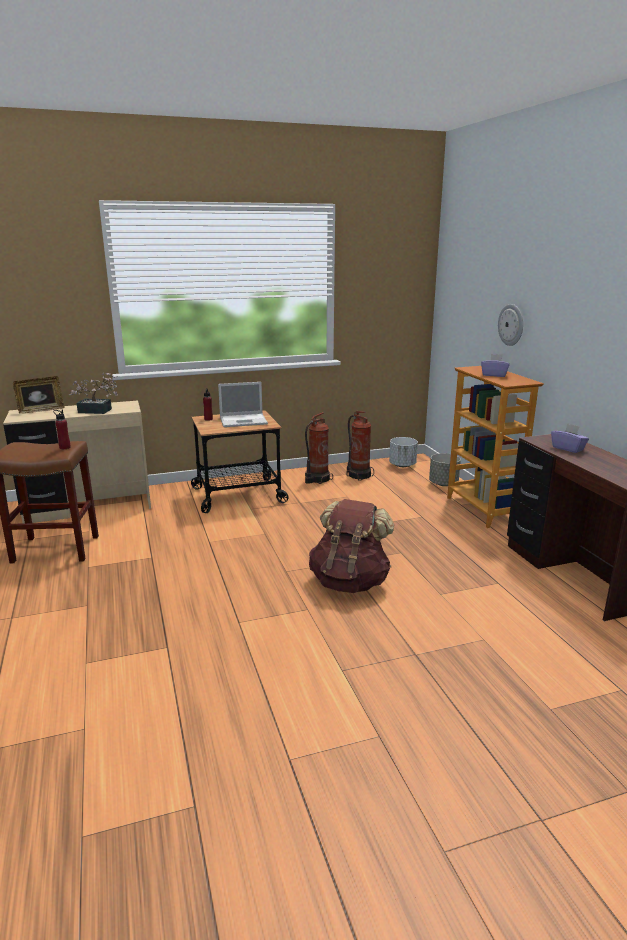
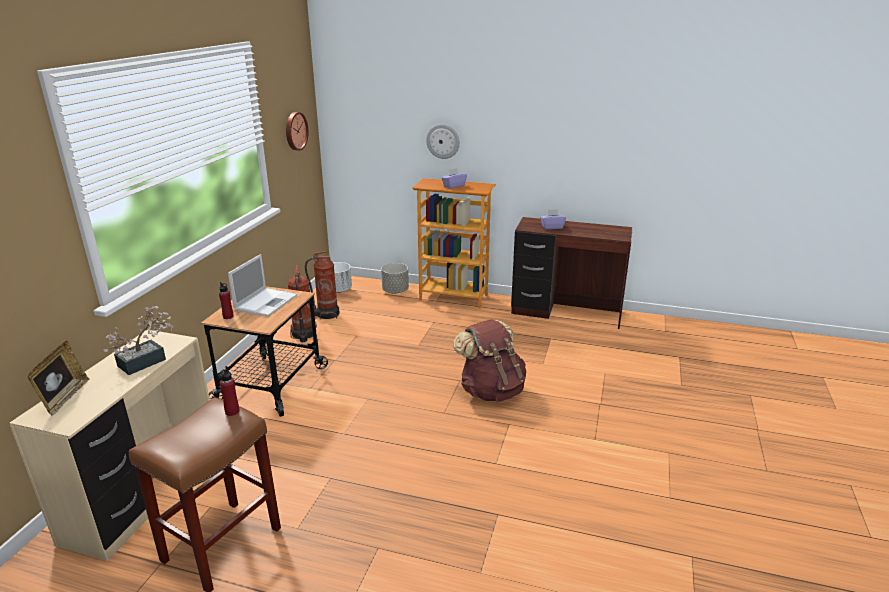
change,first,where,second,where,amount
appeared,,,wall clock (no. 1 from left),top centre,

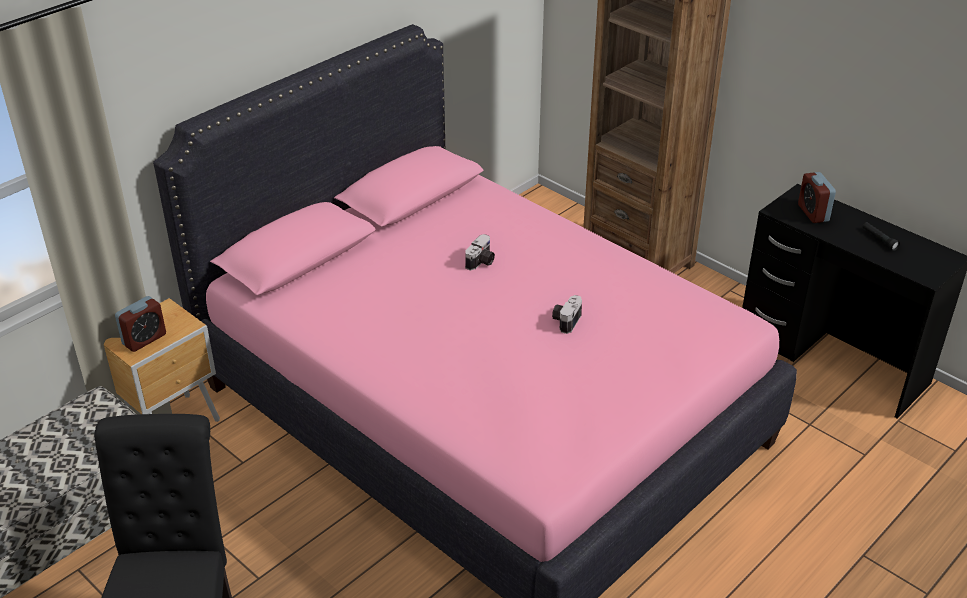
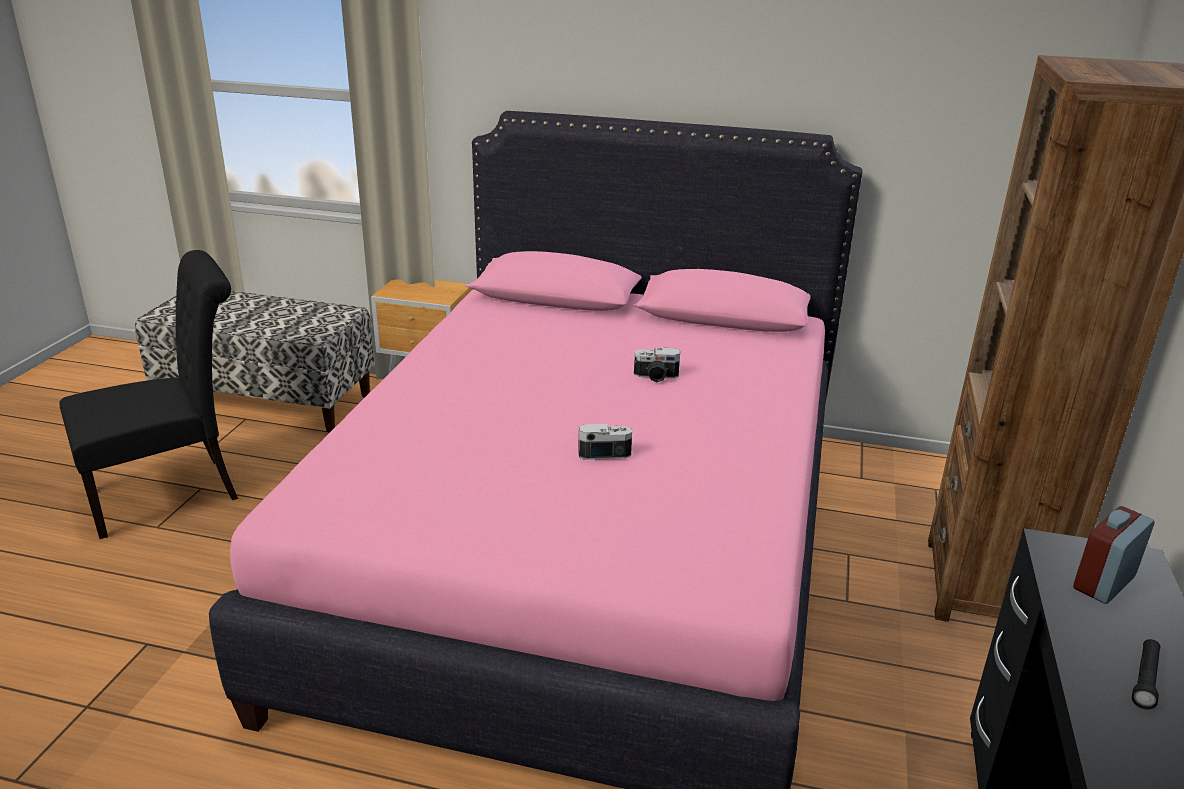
change,first,where,second,where,amount
missing,alarm clock (no. 1 from left),middle left,,,

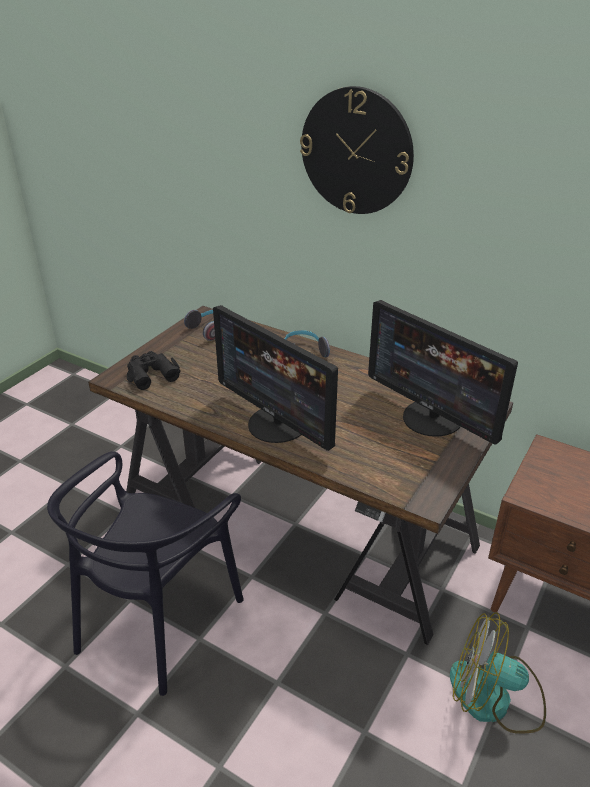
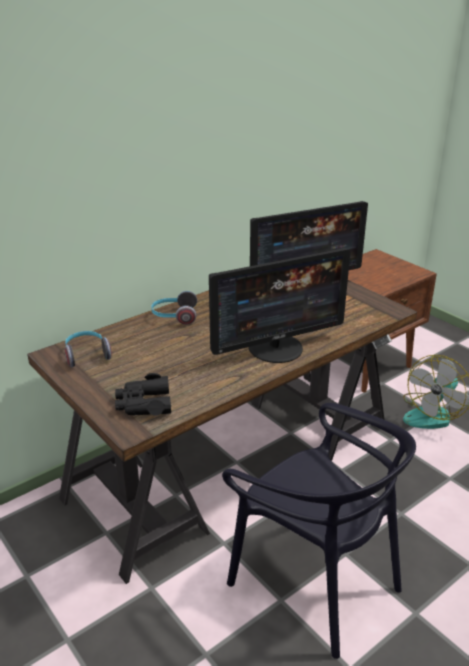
change,first,where,second,where,amount
missing,wall clock,top centre,,,

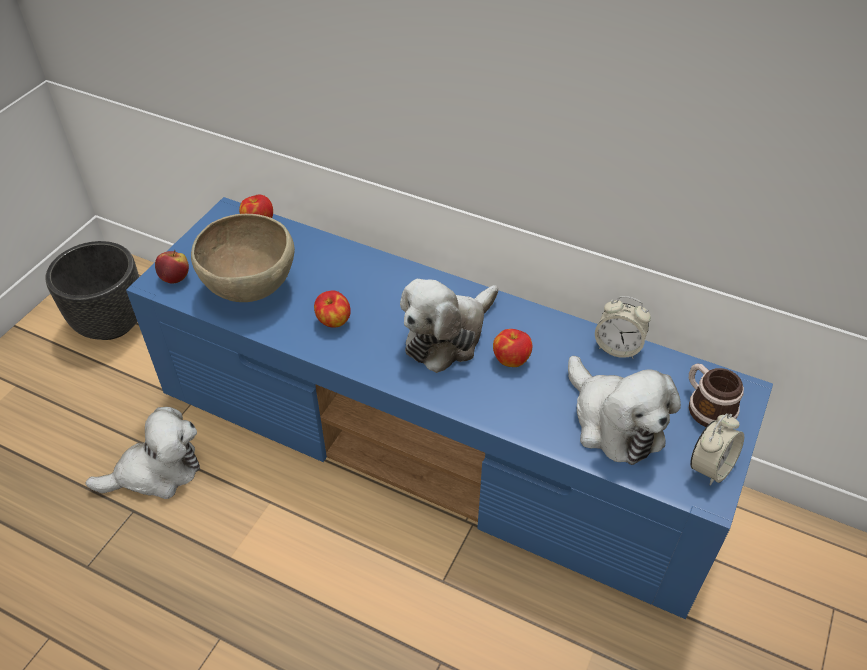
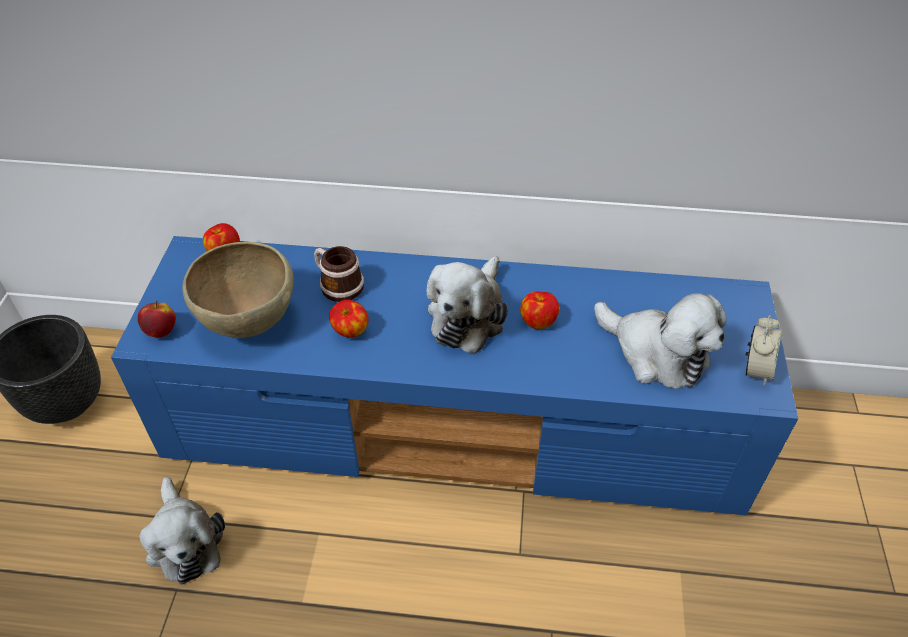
change,first,where,second,where,amount
missing,alarm clock (no. 1 from left),middle right,,,
relocated,mug,middle right,,centre,
spun,plush toy (no. 1 from left),bottom left,,bottom left,105 degrees clockwise

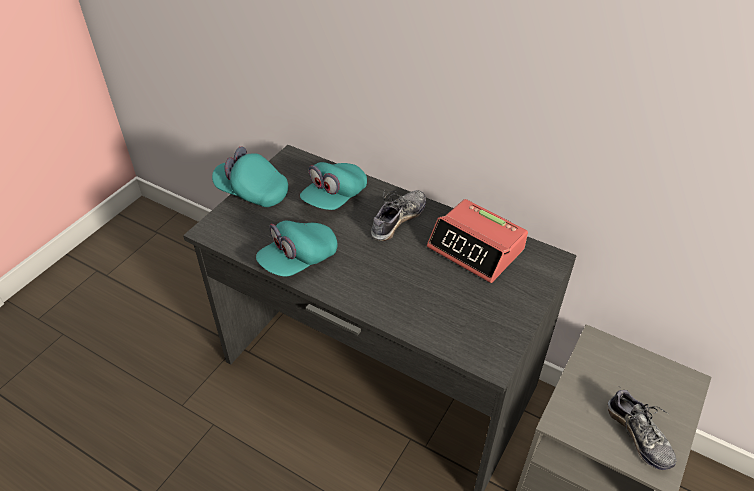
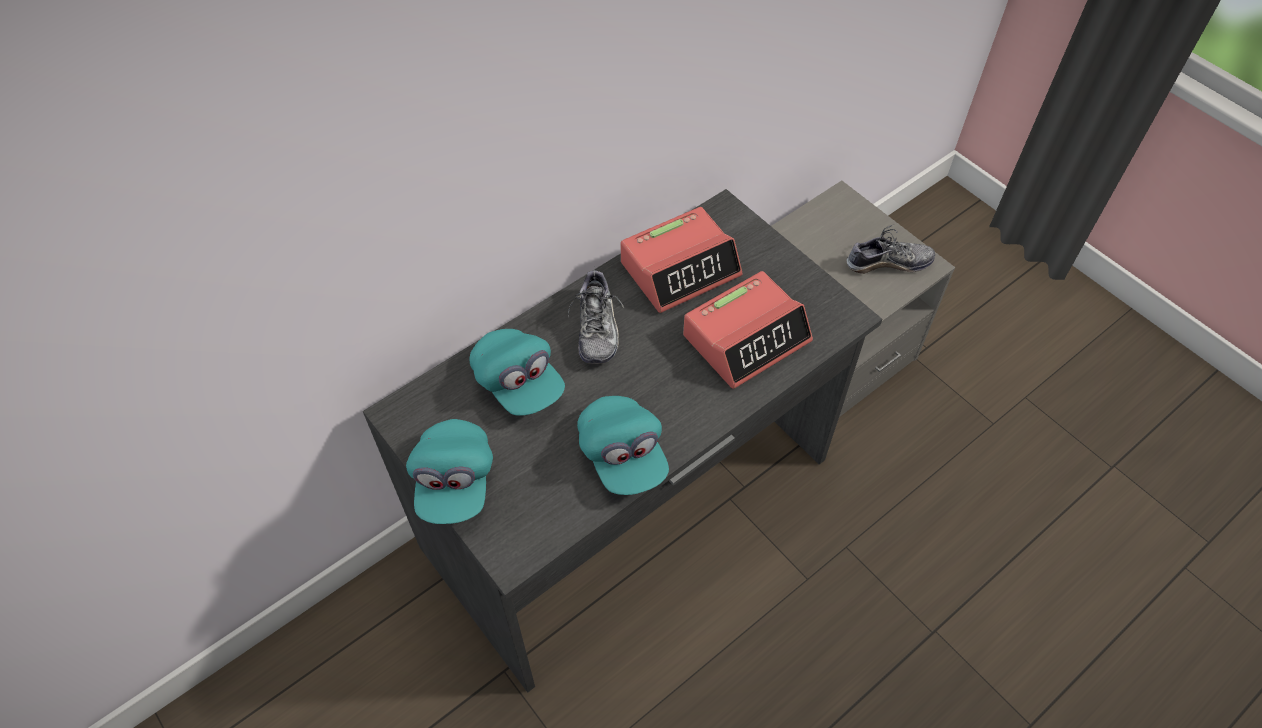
change,first,where,second,where,amount
appeared,,,alarm clock (no. 2 from left),centre,
spun,turquoise cap (no. 1 from left),middle left,,centre,45 degrees counterclockwise
spun,shoe (no. 1 from left),centre,,centre,150 degrees counterclockwise

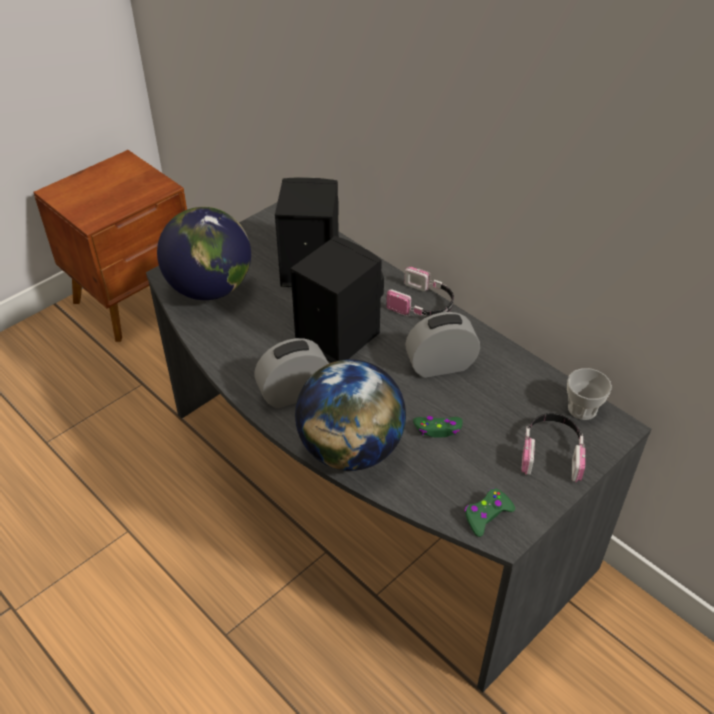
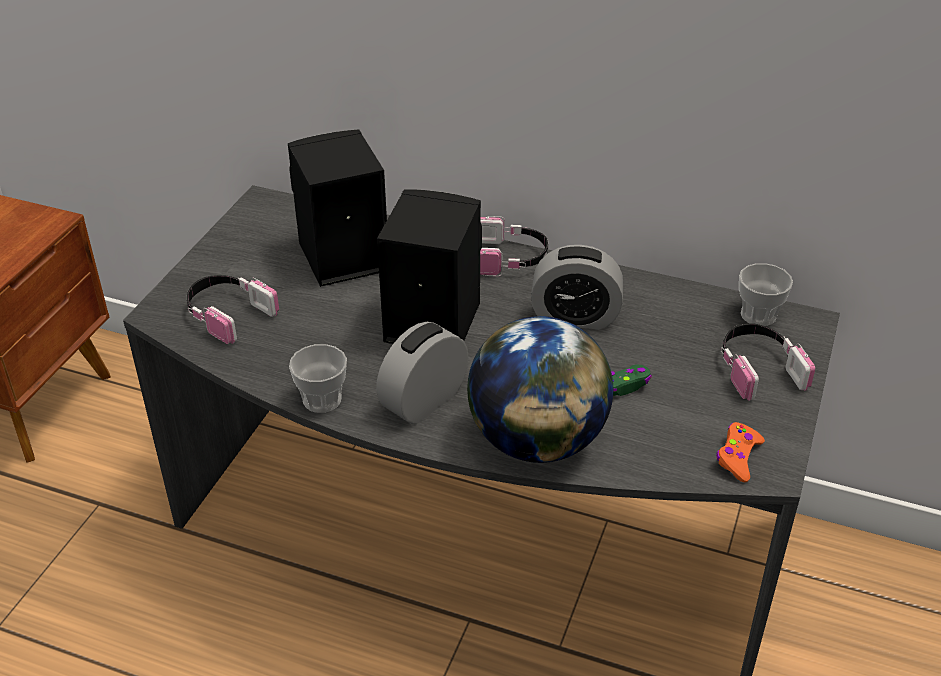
change,first,where,second,where,amount
appeared,,,cup (no. 1 from left),centre,
exchanged,globe (no. 1 from left),middle left,headphones (no. 1 from left),middle left,
colour,green game controller (no. 2 from left),bottom right,orange game controller,bottom right,
spun,alarm clock (no. 2 from left),centre,,centre,135 degrees counterclockwise

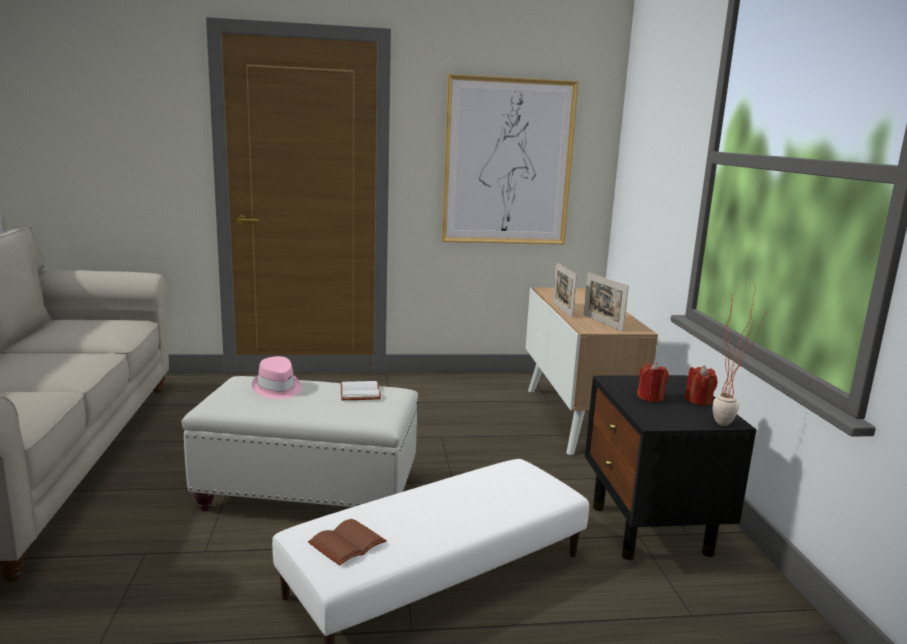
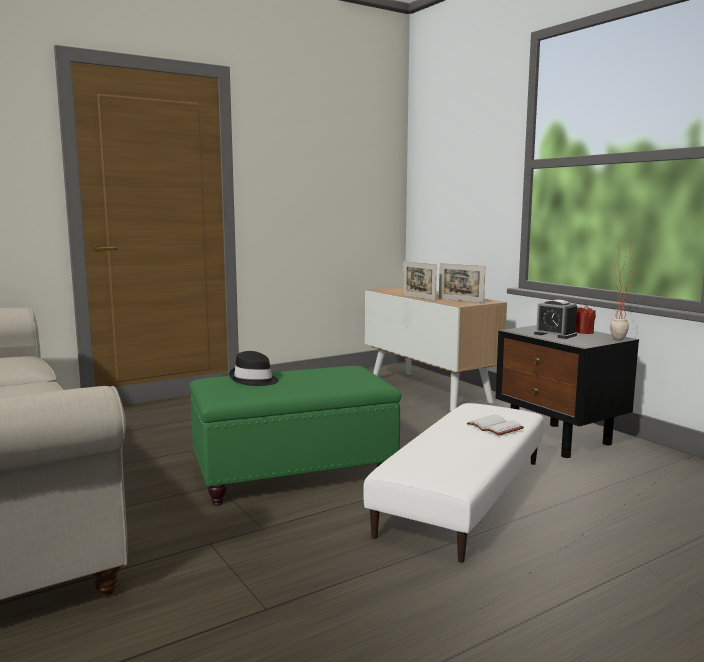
change,first,where,second,where,amount
missing,brown book,bottom centre,,,
missing,picture,top centre,,,
relocated,white book,centre,,middle right,
exchanged,red candle (no. 1 from left),middle right,alarm clock,middle right,
colour,white ottoman (no. 1 from left),bottom left,green ottoman,centre,
colour,pink hat,middle left,black hat,centre,

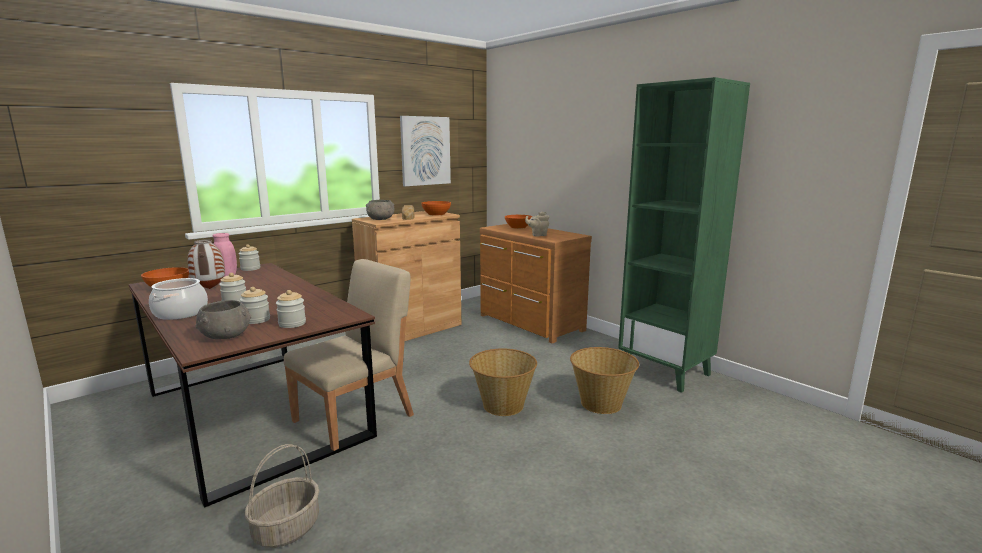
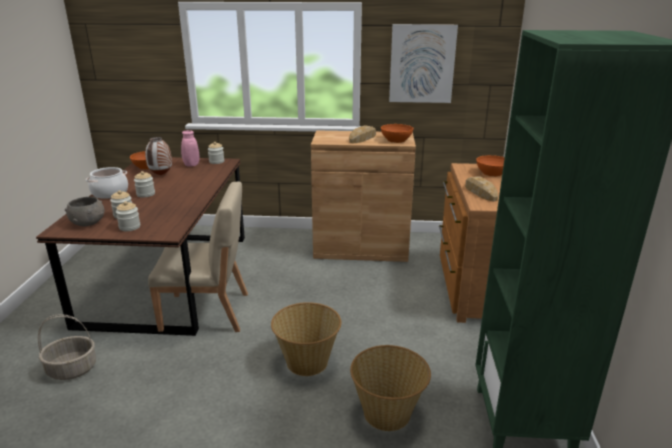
change,first,where,second,where,amount
missing,grey bowl (no. 2 from left),centre,,,
exchanged,beige teapot,centre,bread (no. 2 from left),middle right,

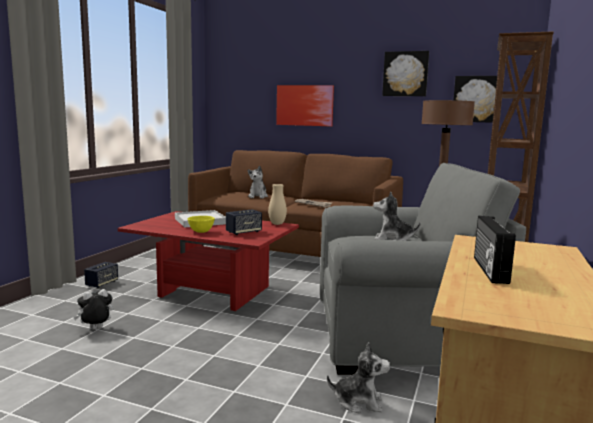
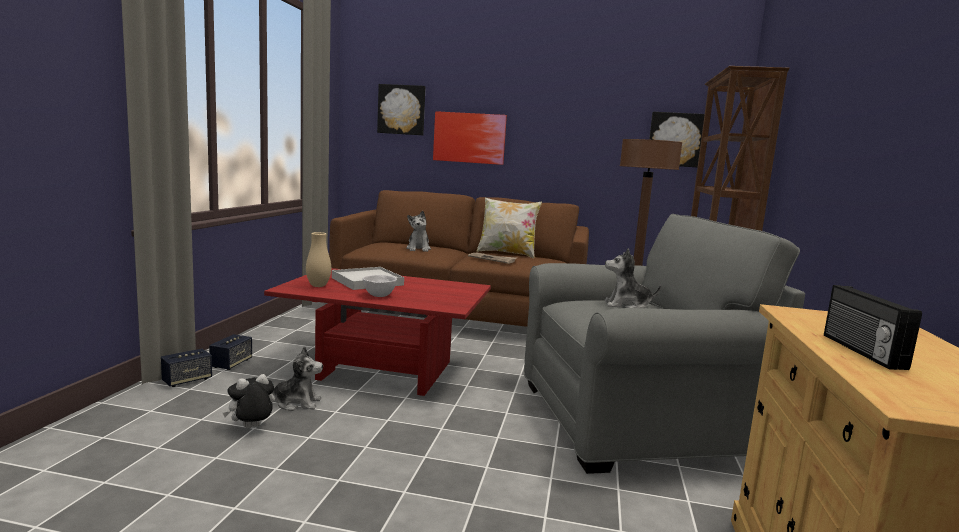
change,first,where,second,where,amount
appeared,,,pillow,centre,
relocated,speaker (no. 2 from left in the first image),centre,speaker (no. 1 from left),bottom left,
relocated,beige vase,centre,,middle left,
relocated,plush toy (no. 3 from left in the first image),bottom centre,plush toy (no. 2 from left),bottom left,
relocated,picture (no. 2 from left in the first image),top right,picture (no. 1 from left),top centre,
colour,yellow bowl,centre,white bowl,centre,

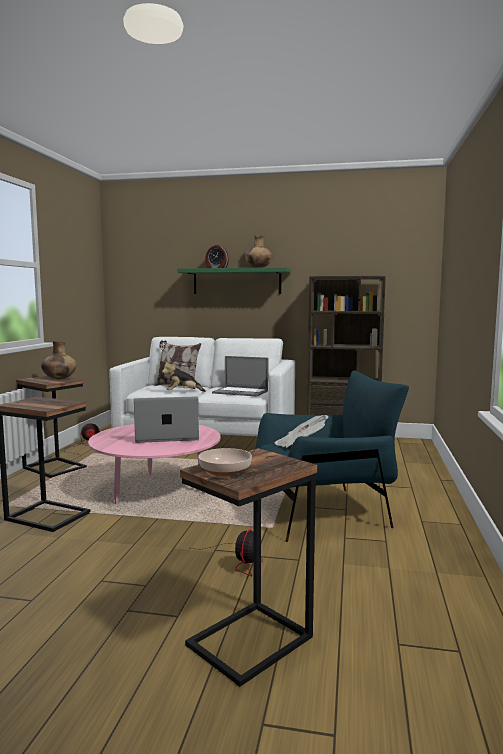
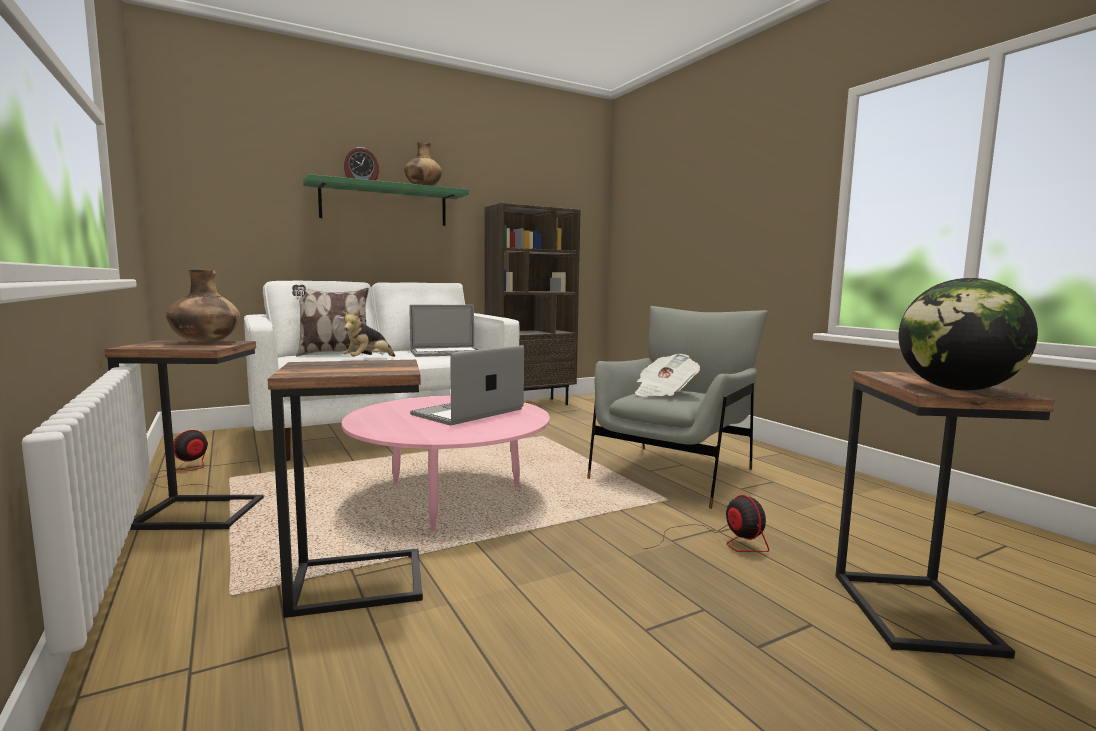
change,first,where,second,where,amount
exchanged,bowl,centre,globe,middle right,
colour,blue armchair,centre,grey armchair,centre,

